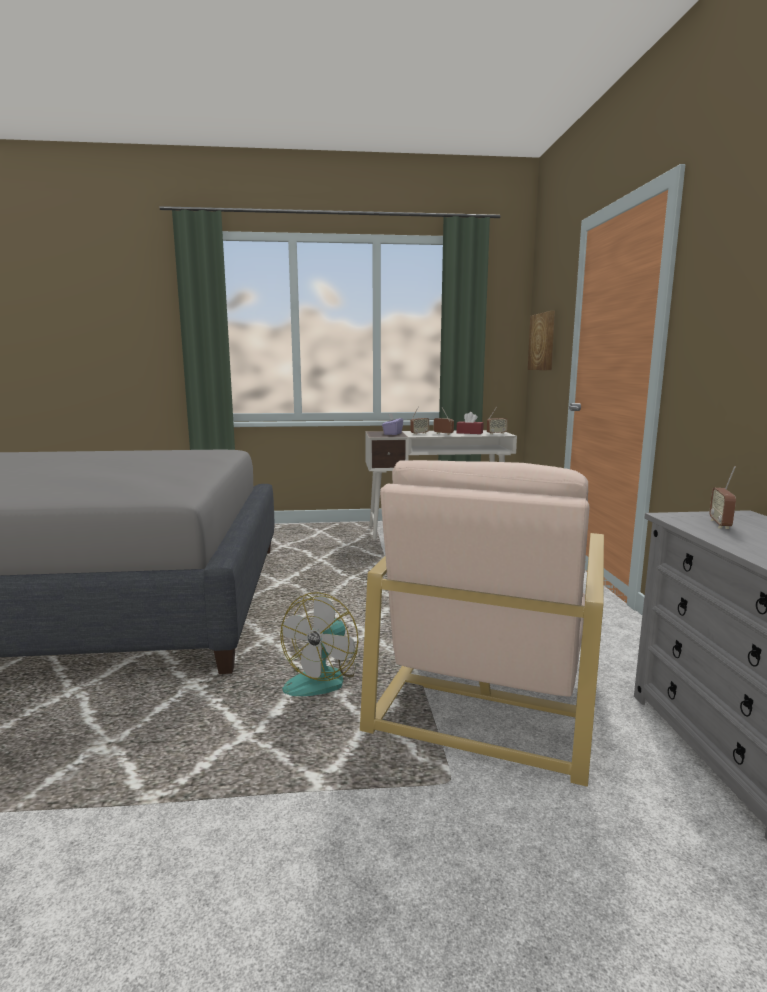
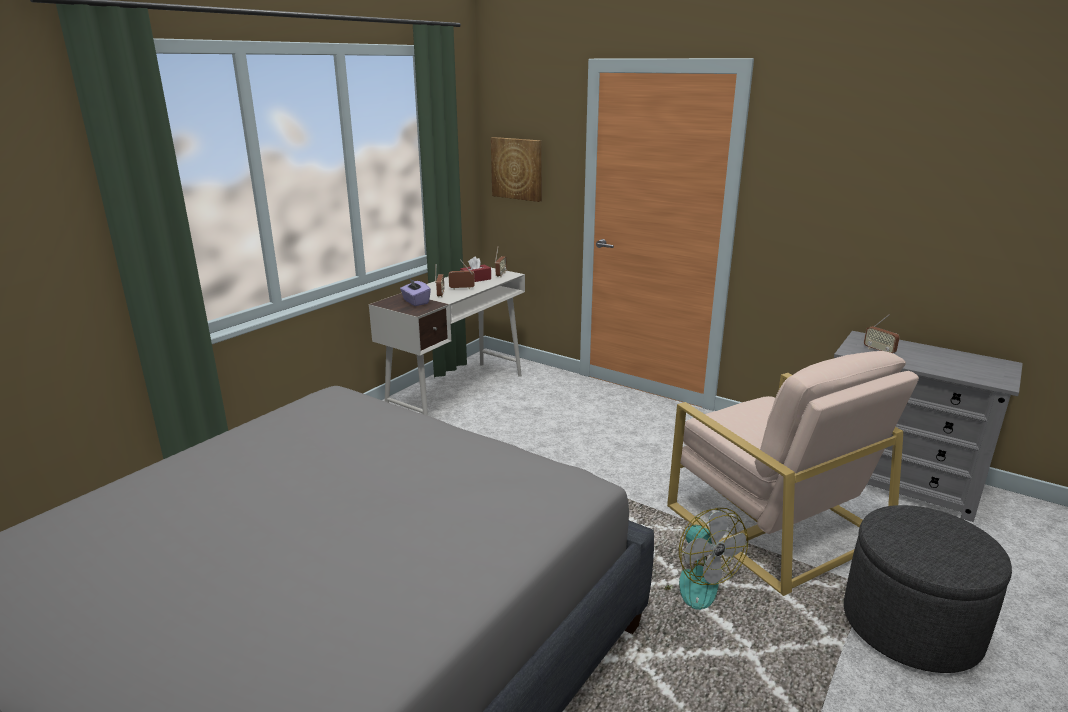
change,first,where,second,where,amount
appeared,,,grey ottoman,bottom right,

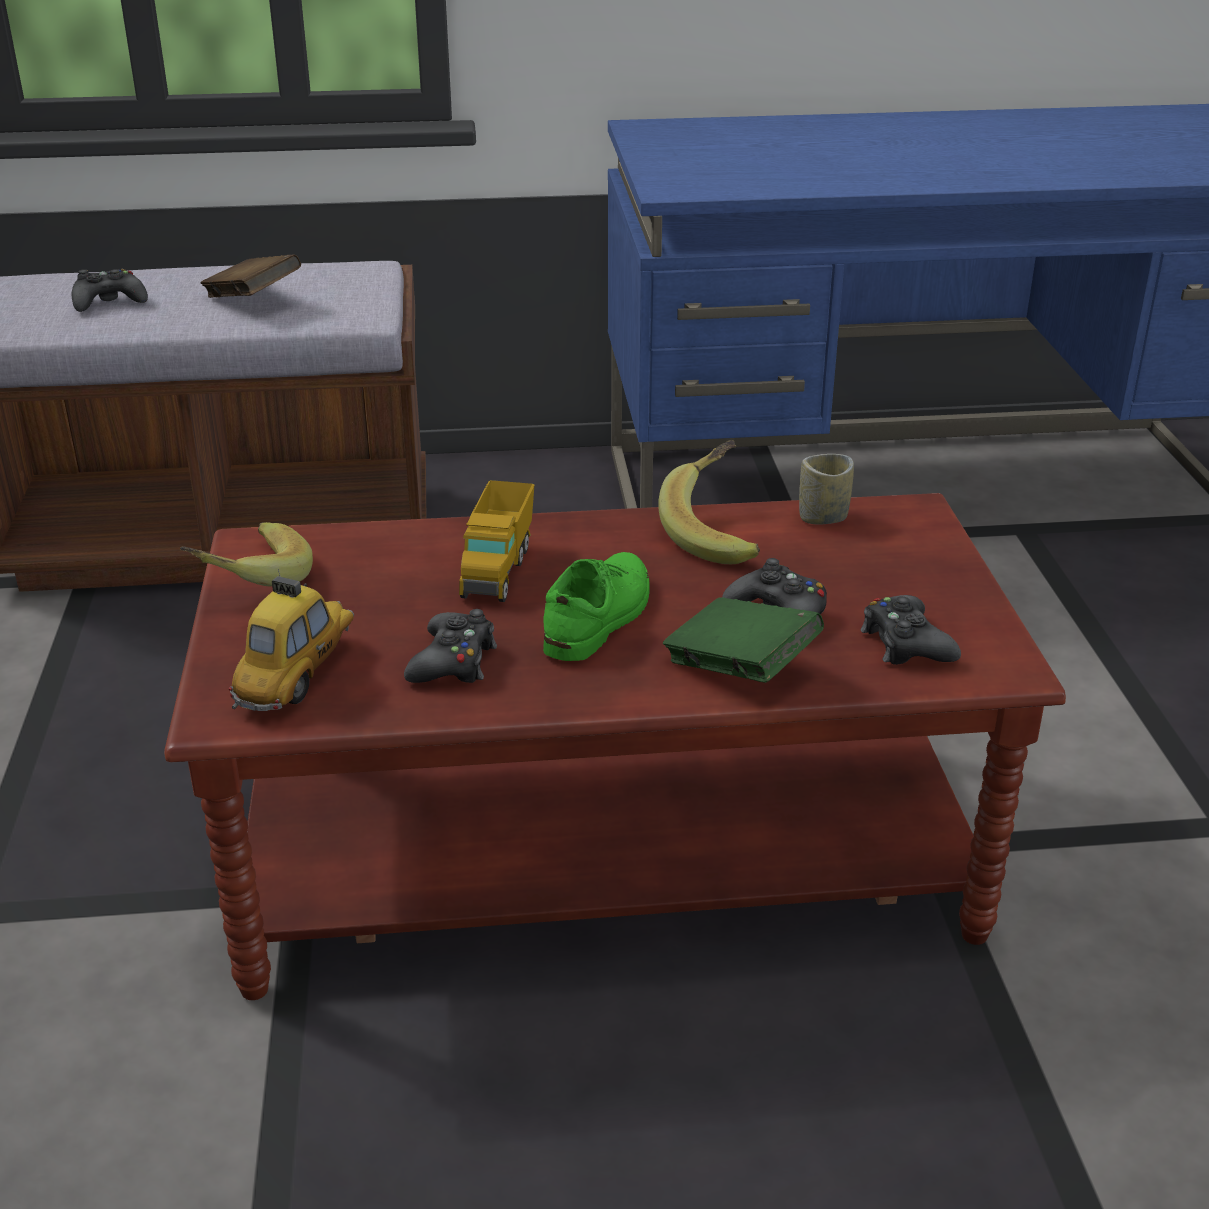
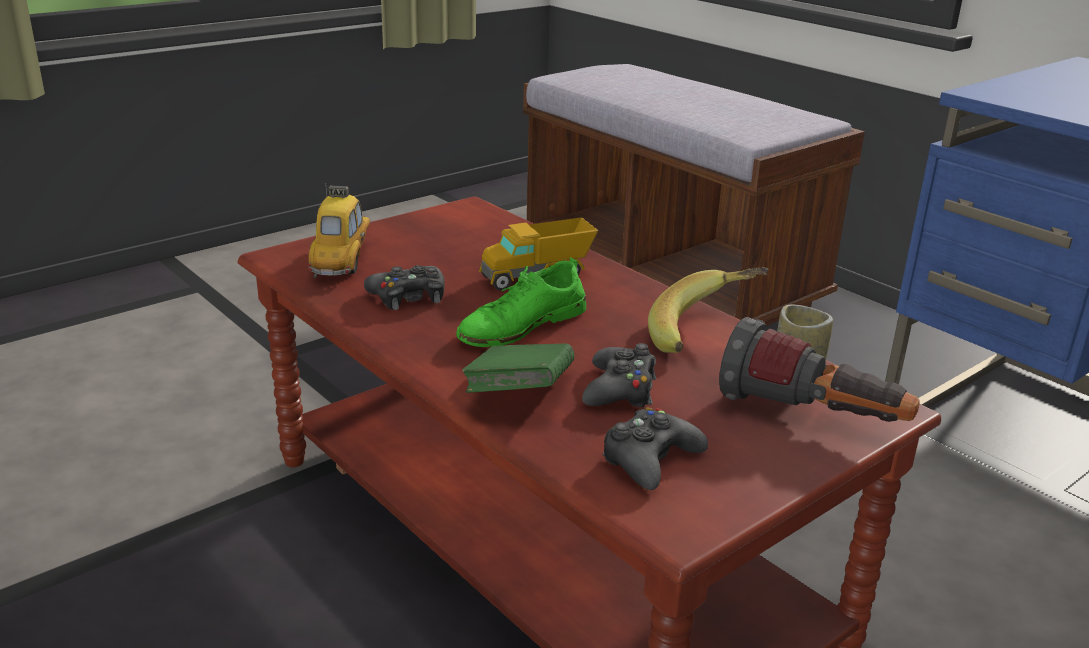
change,first,where,second,where,amount
missing,black game controller (no. 1 from left),top left,,,
missing,banana (no. 1 from left),middle left,,,
missing,brown book,top left,,,
appeared,,,flashlight,middle right,
spun,toy car,middle left,,middle left,75 degrees counterclockwise
spun,green shoe,centre,,centre,150 degrees clockwise

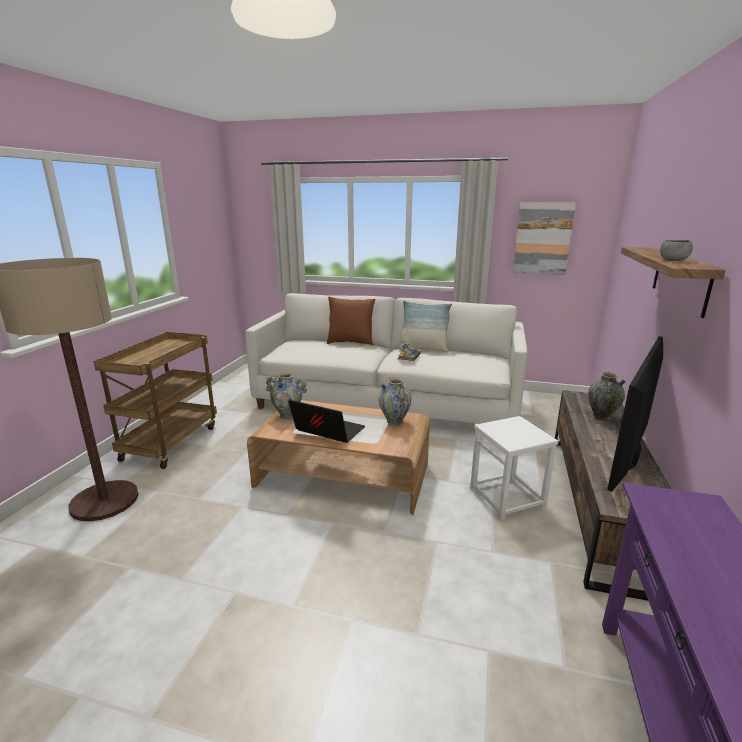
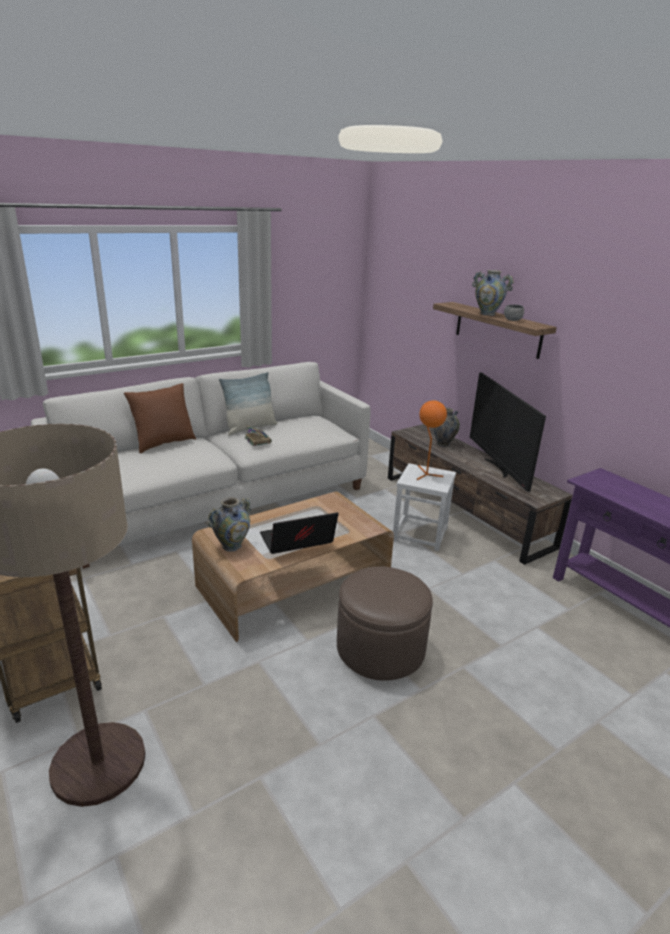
change,first,where,second,where,amount
missing,picture,top right,,,
appeared,,,brown ottoman,bottom centre,
appeared,,,orange table lamp,centre,
relocated,vase (no. 2 from left in the first image),centre,vase (no. 3 from left),top right,

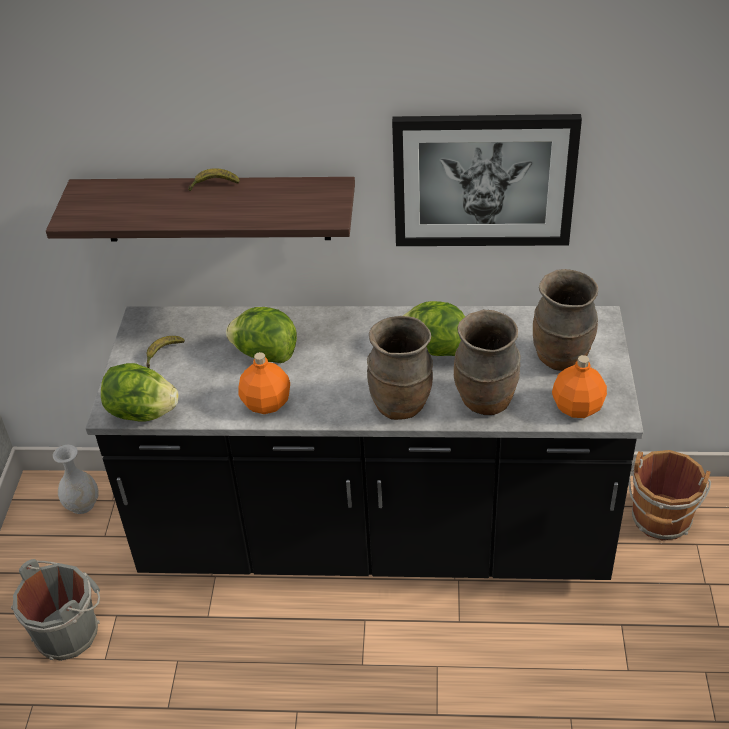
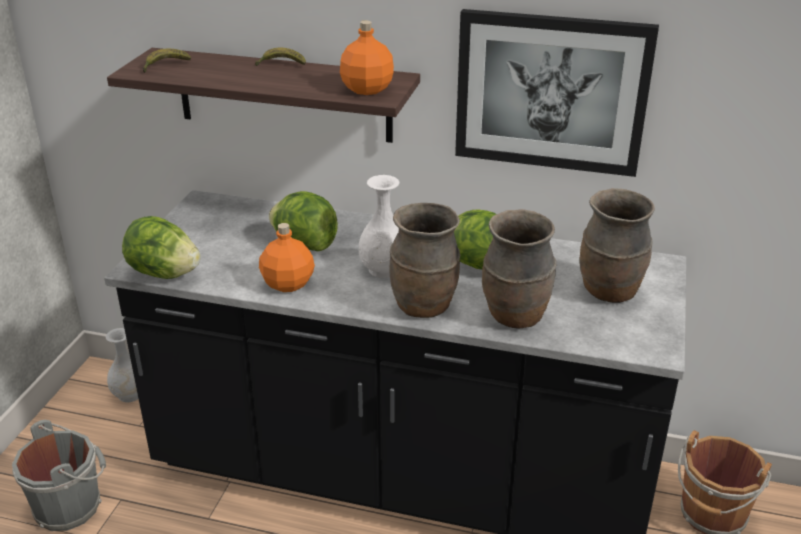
change,first,where,second,where,amount
appeared,,,white vase (no. 2 from left),centre,
relocated,banana (no. 1 from left),middle left,,top left,
relocated,orange bottle (no. 2 from left),middle right,,top centre,

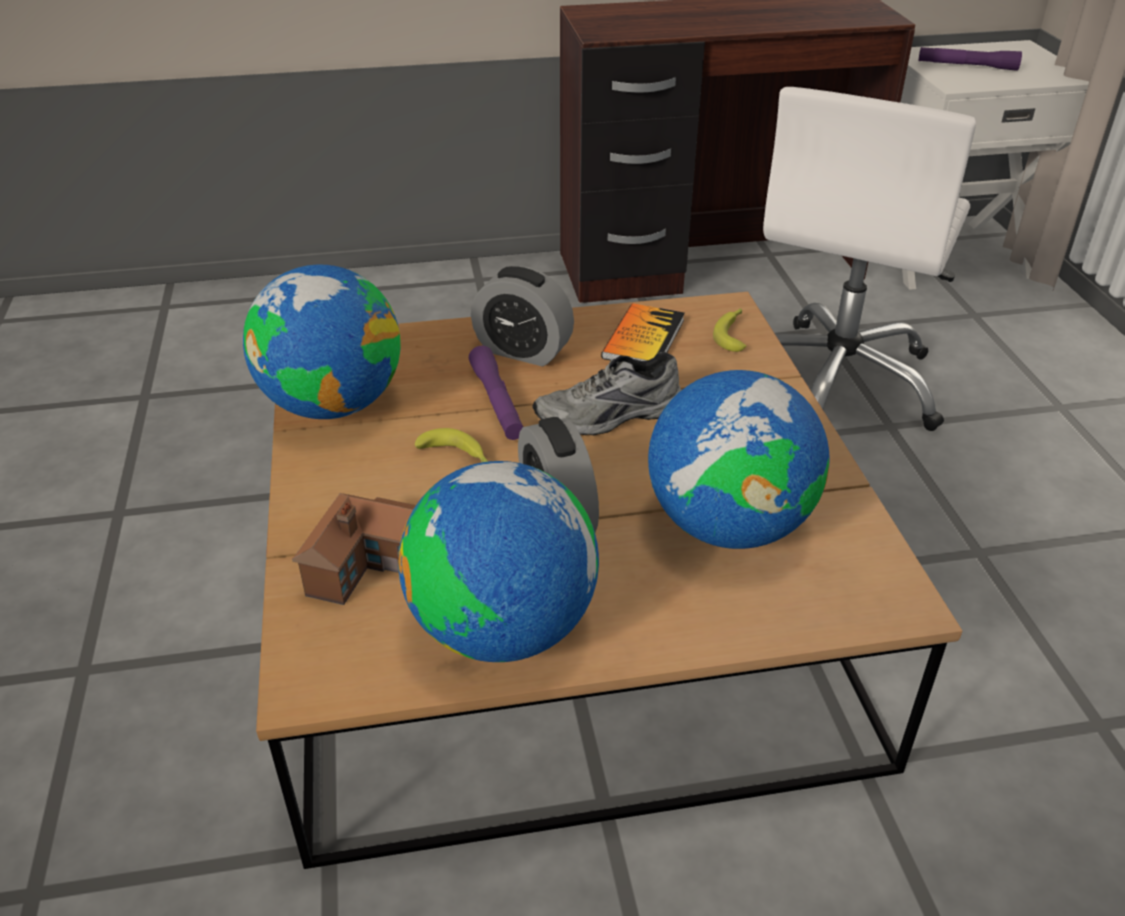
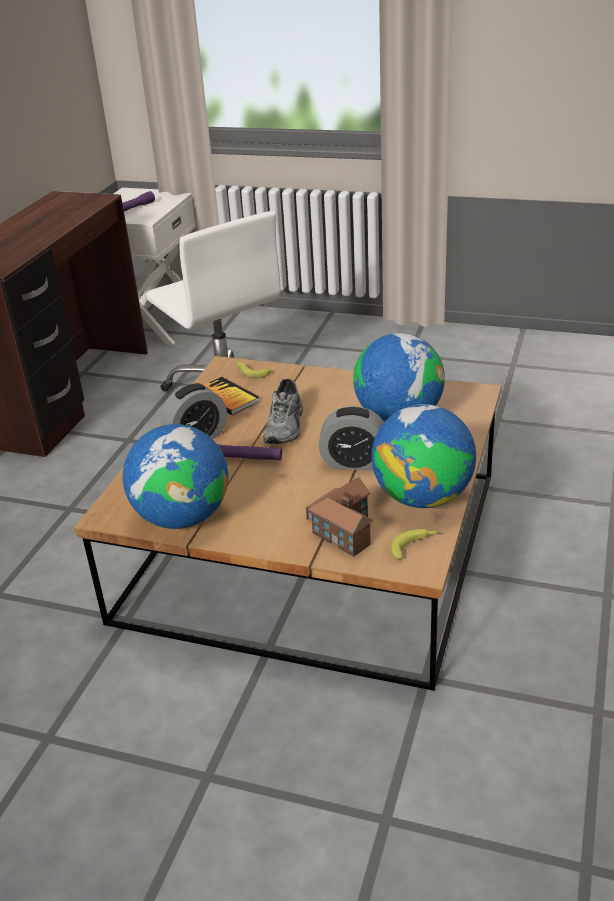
change,first,where,second,where,amount
relocated,banana (no. 1 from left in the first image),centre,banana (no. 2 from left),middle right,

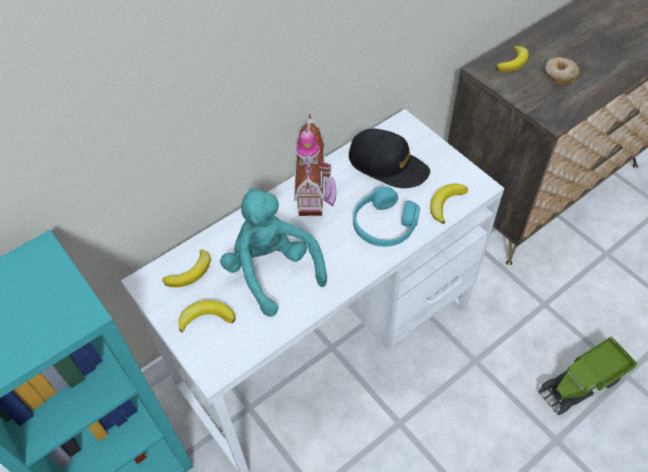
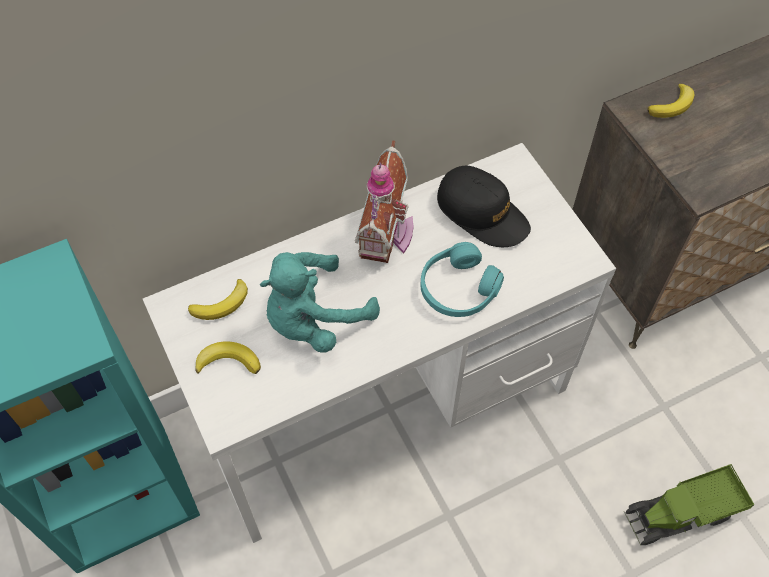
change,first,where,second,where,amount
missing,banana (no. 3 from left),middle right,,,
missing,donut,top right,,,
spun,turquoise plush toy,centre,,centre,105 degrees counterclockwise

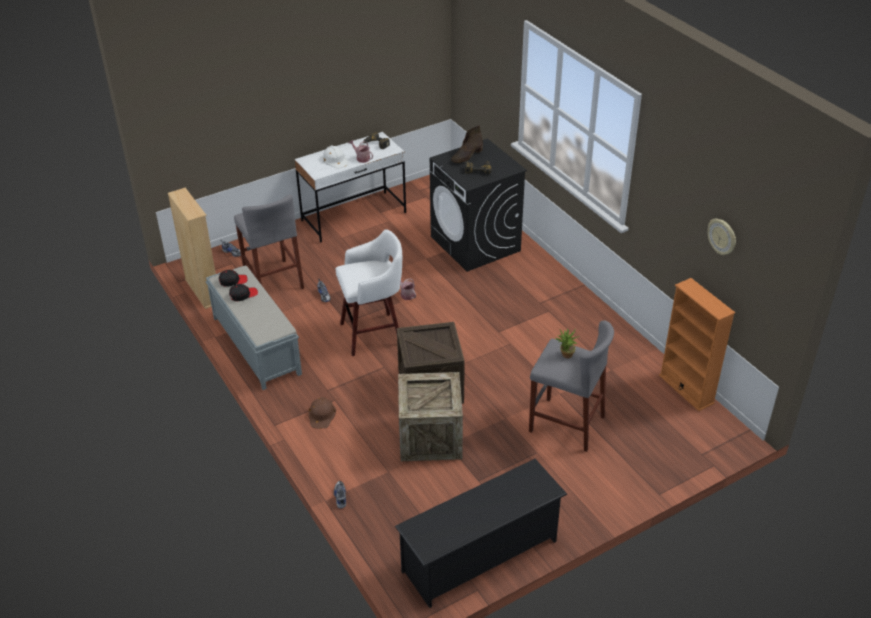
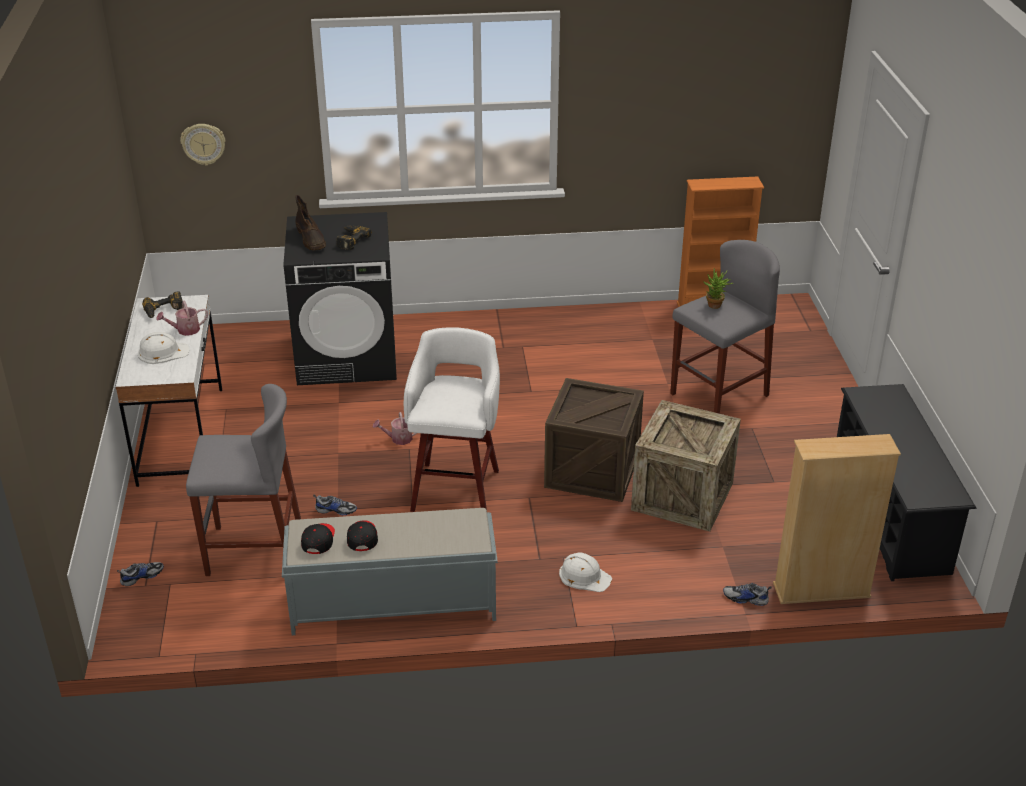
change,first,where,second,where,amount
relocated,beige bookcase,middle left,,middle right,
relocated,wall clock,middle right,,top left,
colour,brown hard hat,bottom centre,white hard hat (no. 2 from left),bottom centre,

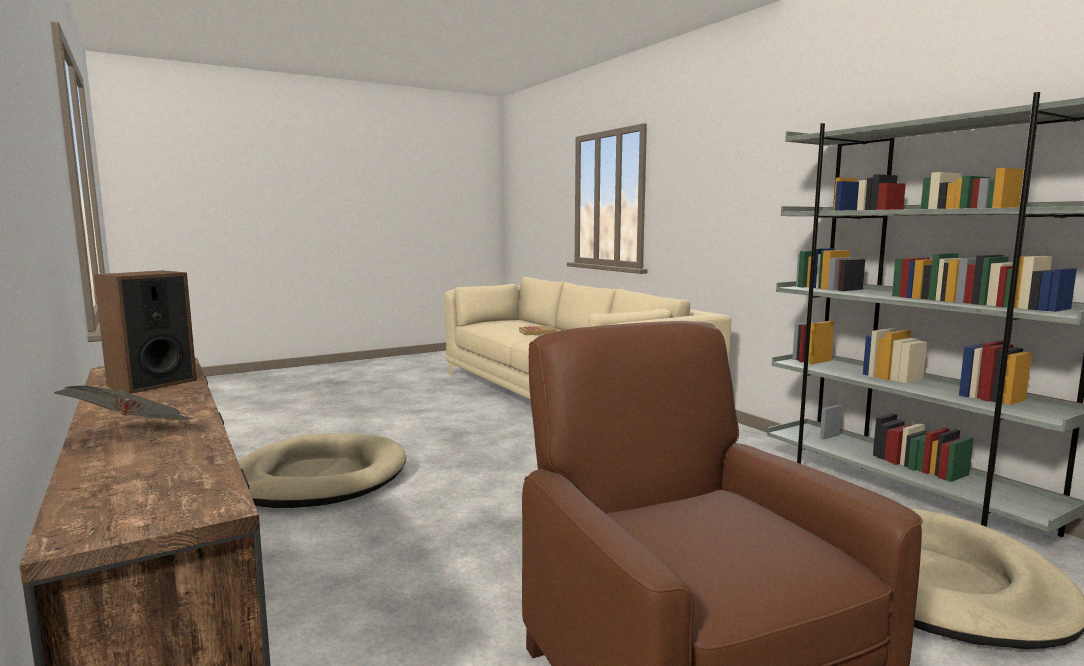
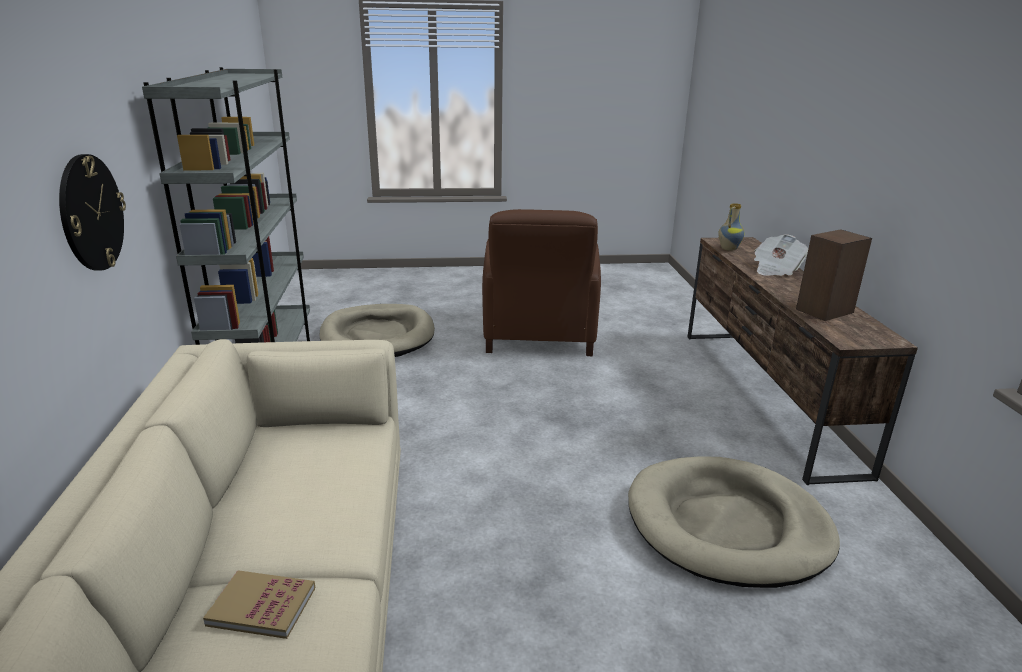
change,first,where,second,where,amount
appeared,,,wall clock,top left,
appeared,,,vase,middle right,

